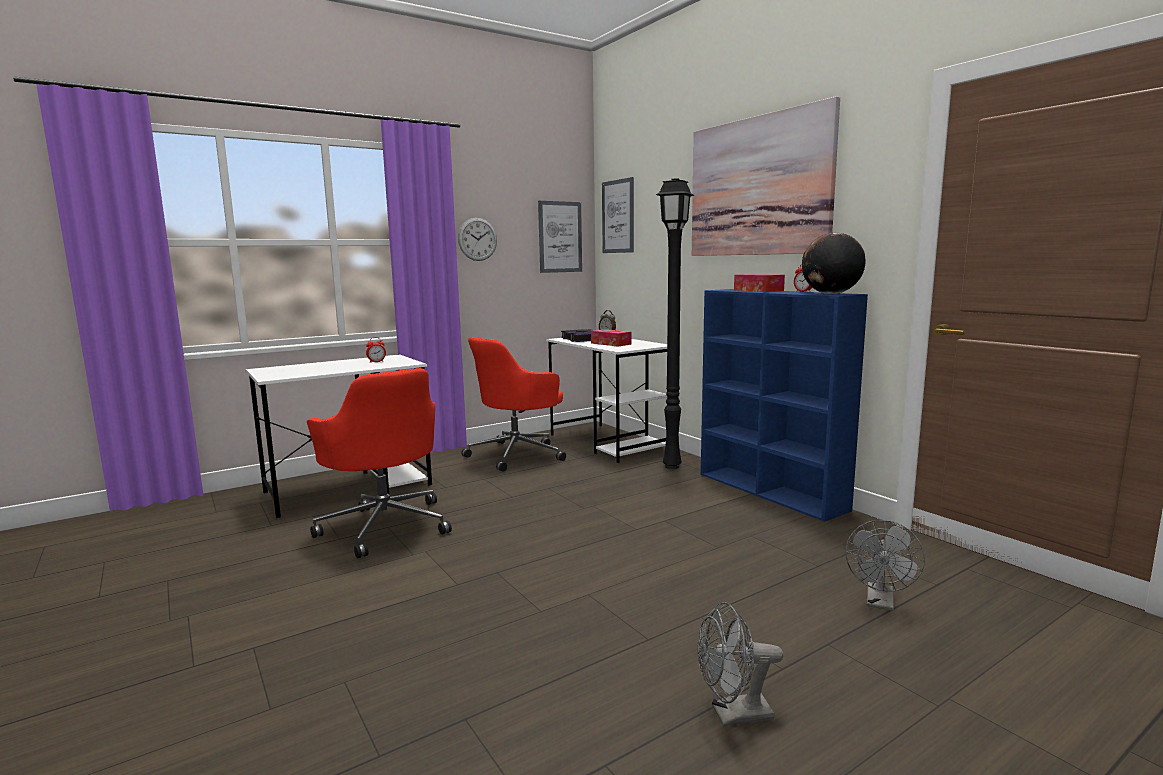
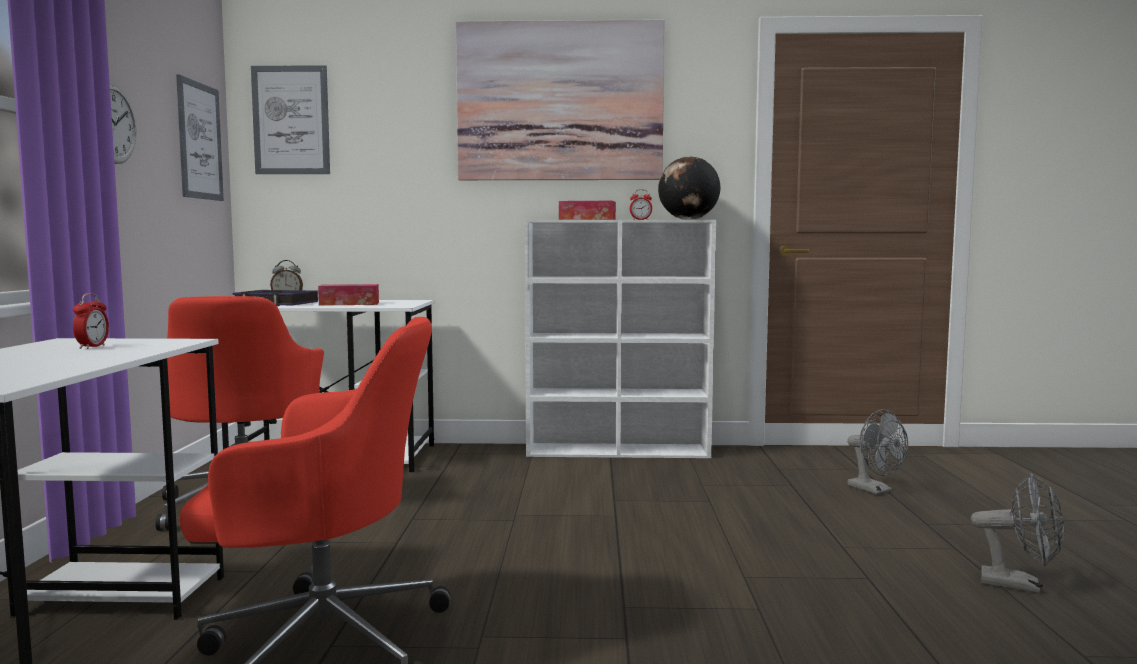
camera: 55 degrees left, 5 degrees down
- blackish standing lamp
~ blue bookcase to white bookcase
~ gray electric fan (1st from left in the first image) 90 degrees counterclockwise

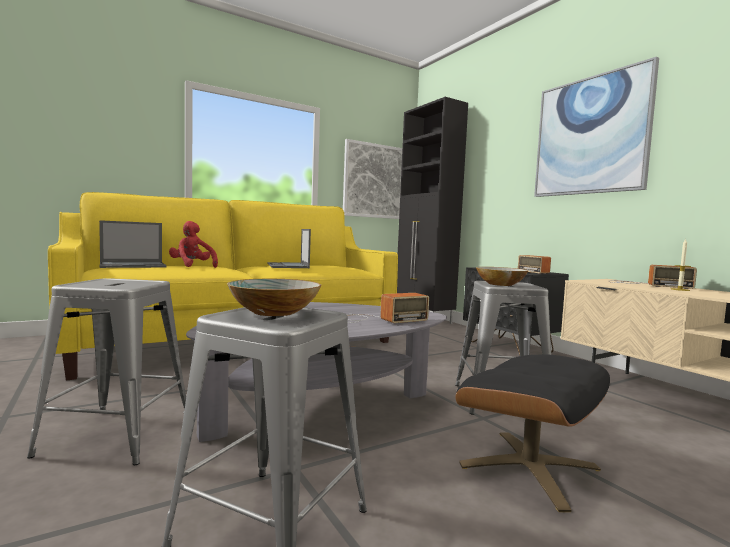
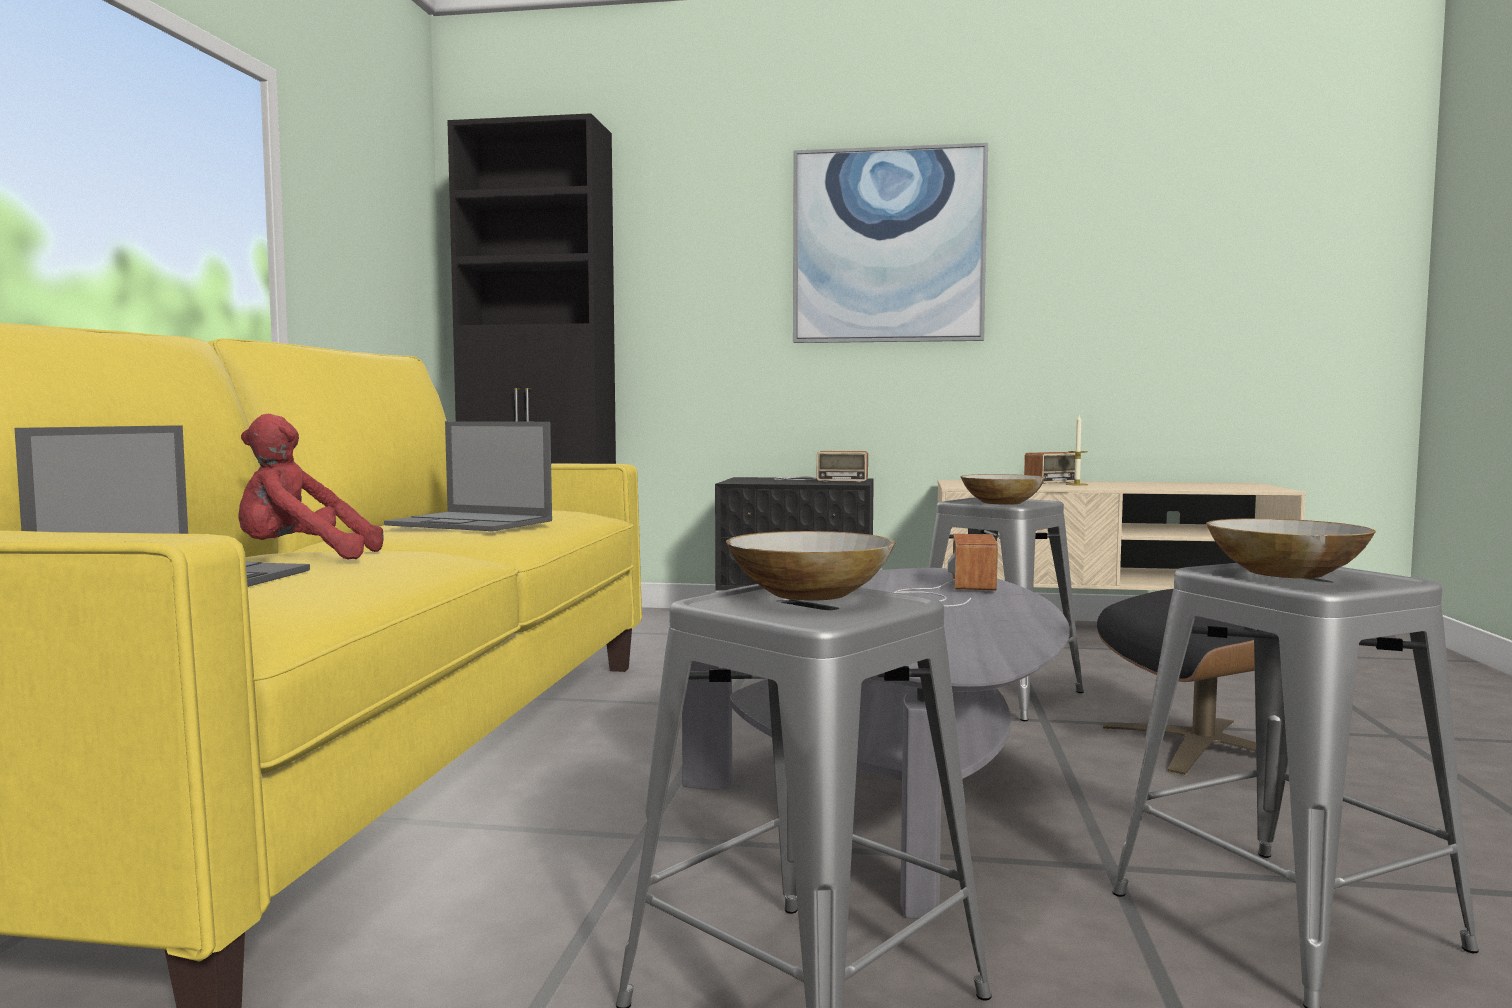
camera: 50 degrees left, 0 degrees up
- wall art (1st from left)
+ serving bowl (1st from left)

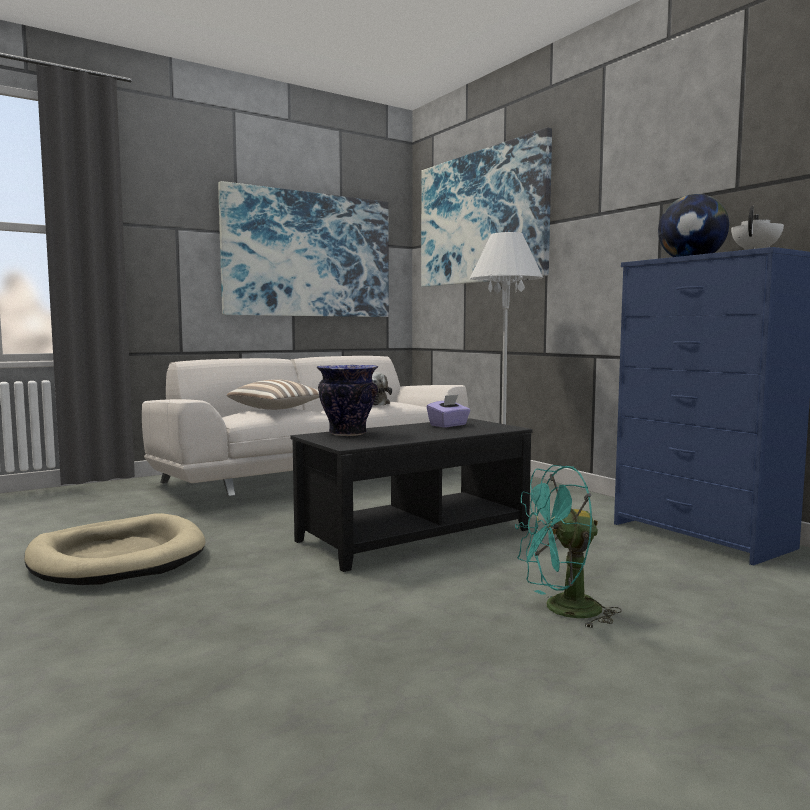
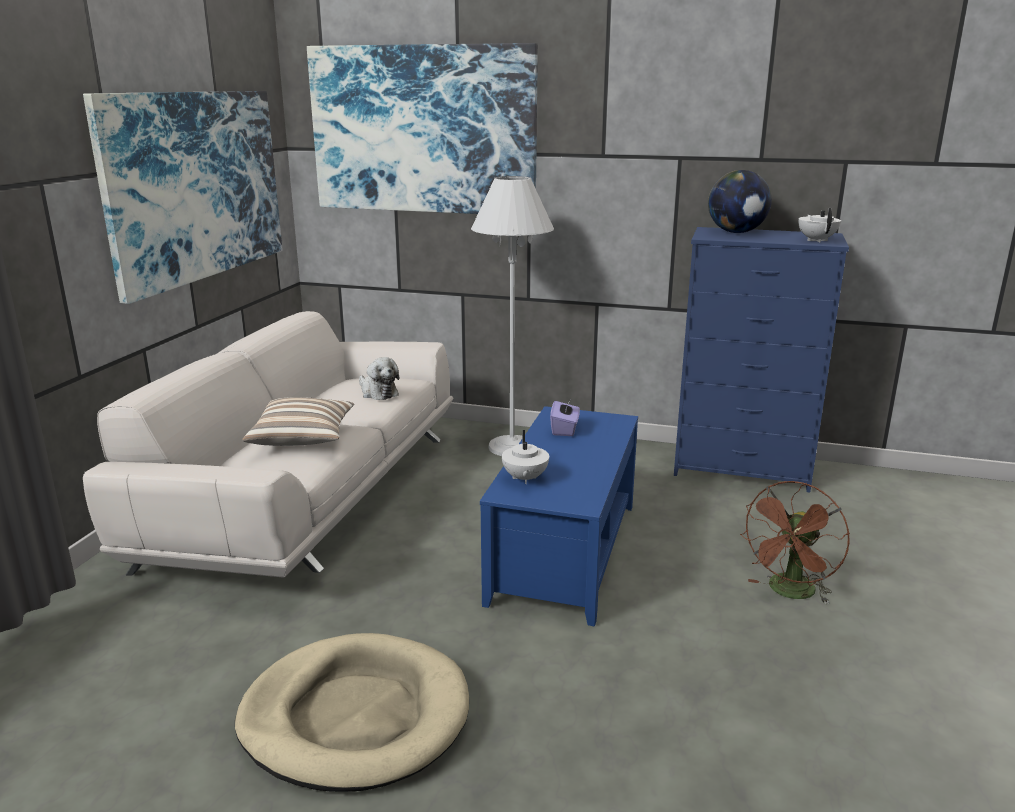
camera: 40 degrees left, 15 degrees up
~ vase to white teapot (1st from left)
~ blackish low table to blue low table
~ turquoise electric fan to brown electric fan

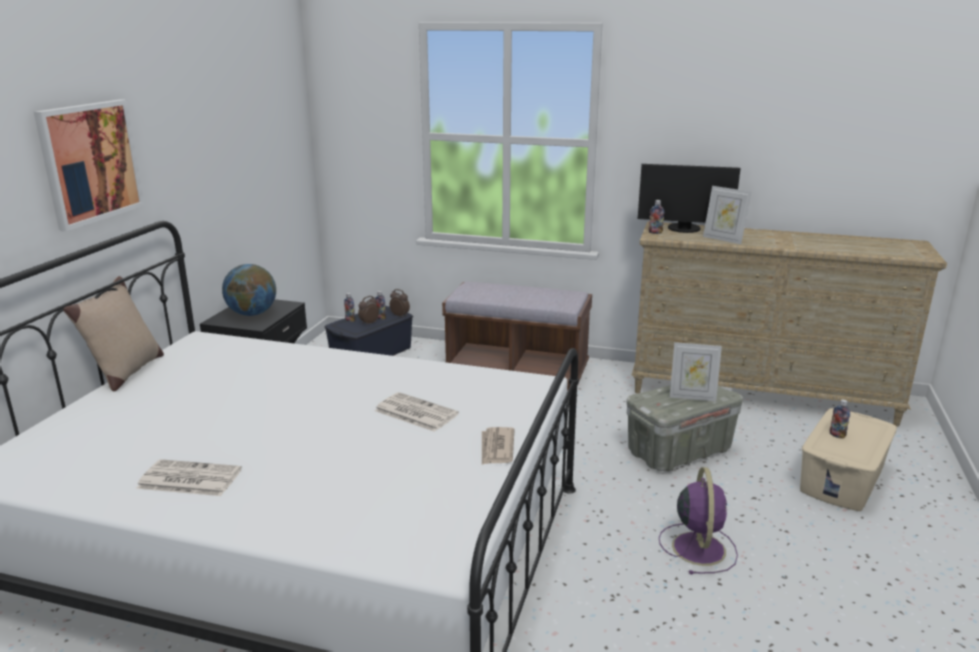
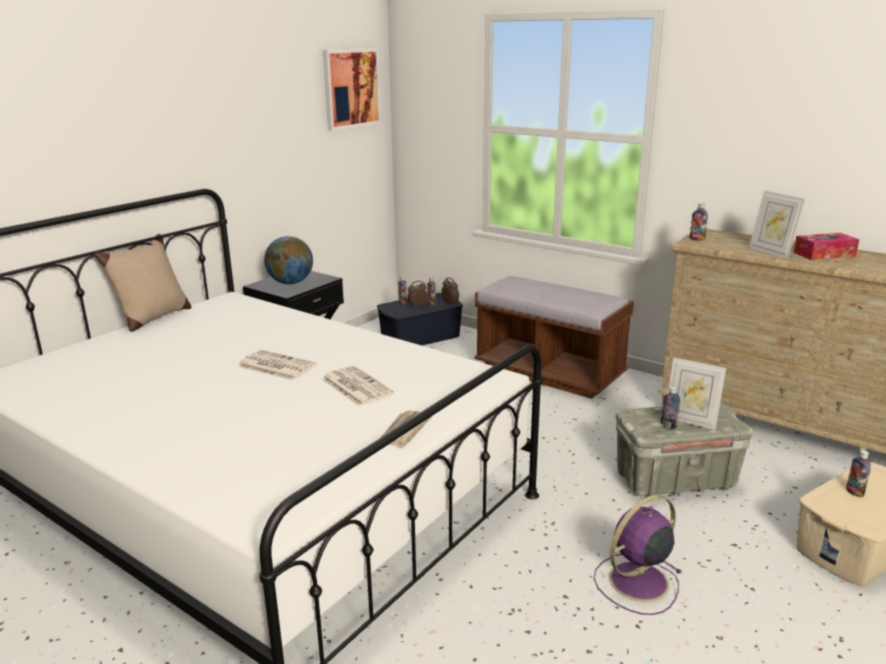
camera: 20 degrees right, 0 degrees up
~ wall art
- monitor
~ daily paper (1st from left)
~ purple-coloured electric fan 150 degrees counterclockwise
+ tissue holder
+ beverage bottle (3rd from left)

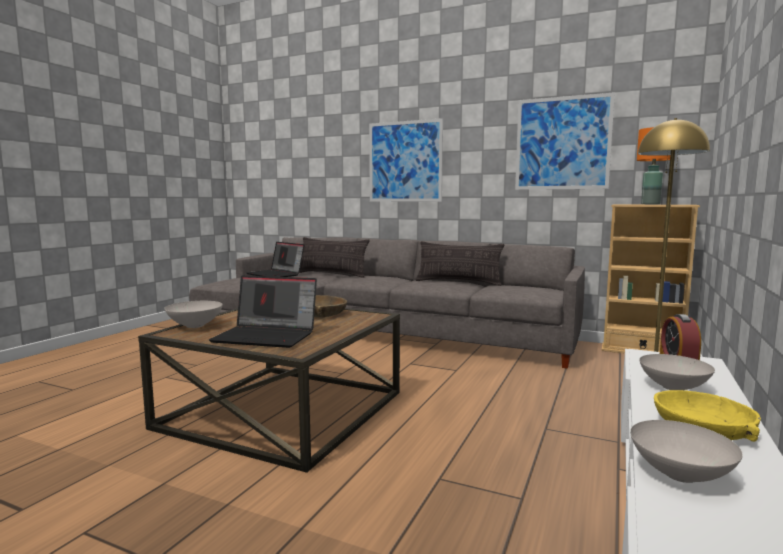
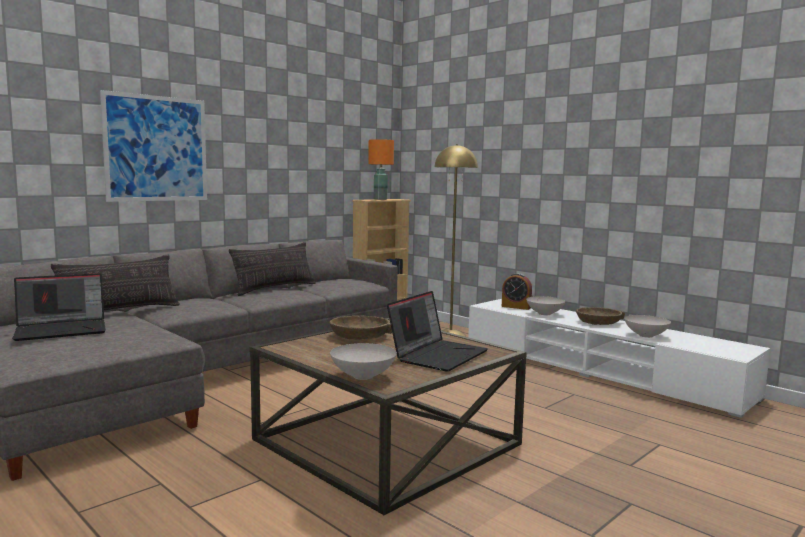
camera: 70 degrees left, 0 degrees up
- wall art (2nd from left)
~ yellowish serving bowl to brown serving bowl (2nd from left)

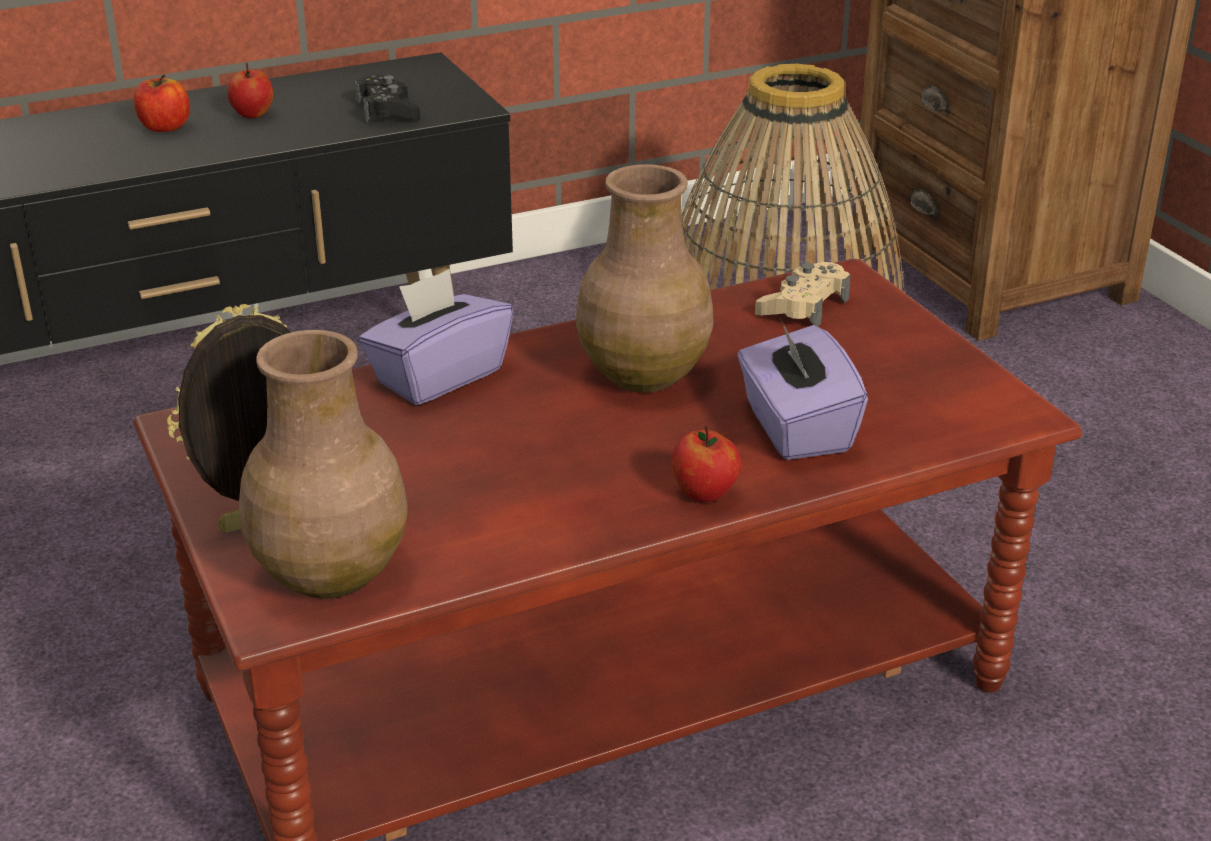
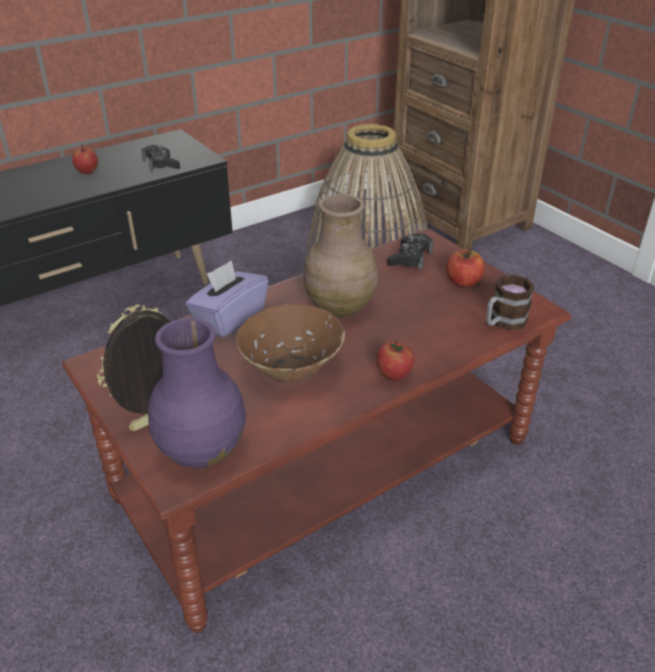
camera: 10 degrees left, 5 degrees up
~ apple (1st from left in the first image) to apple (3rd from left)
~ sand-coloured game controller to blackish game controller (2nd from left)
- purple-coloured tissue holder (2nd from left)
~ brown vase (1st from left) to purple-coloured vase
+ coffee mug
+ brown serving bowl

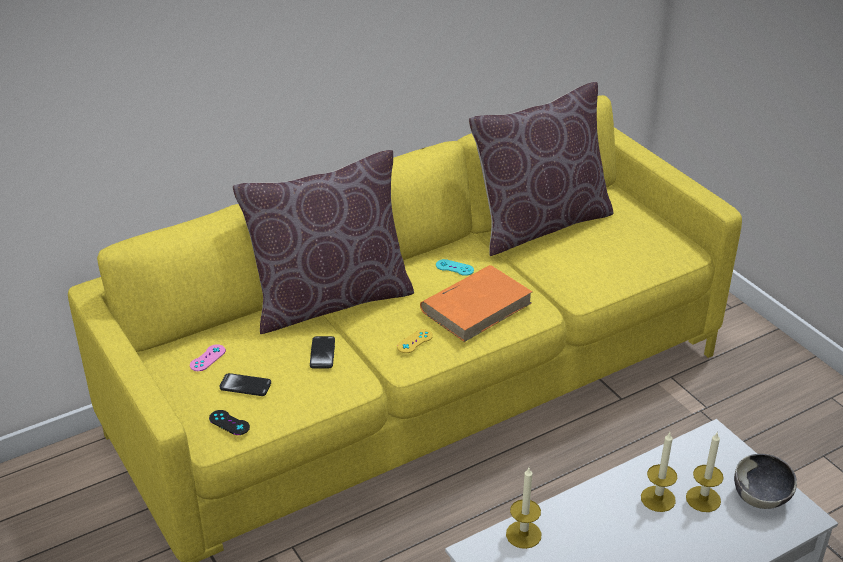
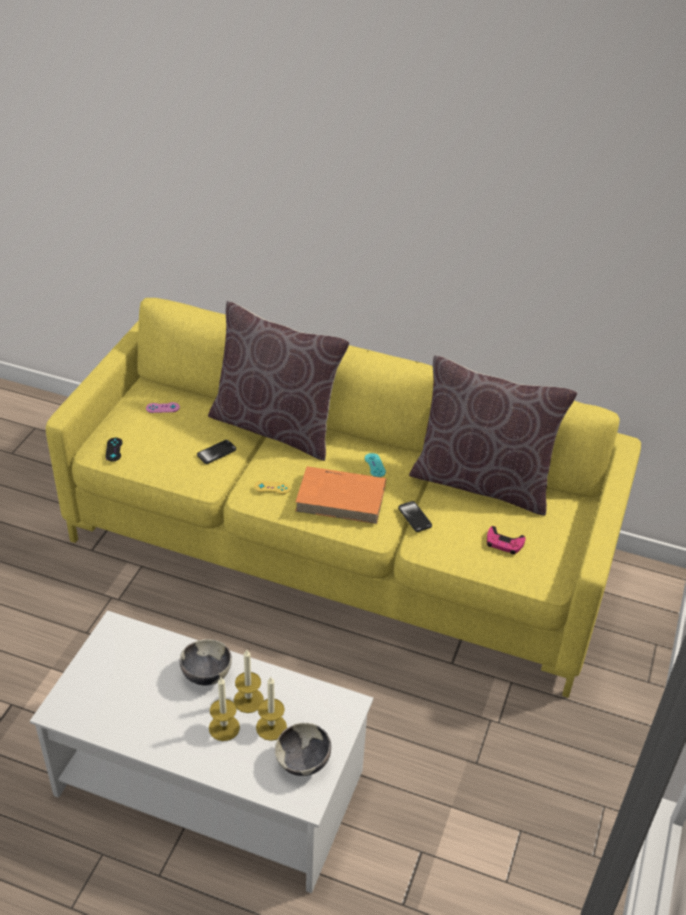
camera: 50 degrees right, 5 degrees up
~ handset (1st from left in the first image) to handset (2nd from left)
~ wax light (1st from left)
+ pink game controller (2nd from left)
+ serving bowl (1st from left)

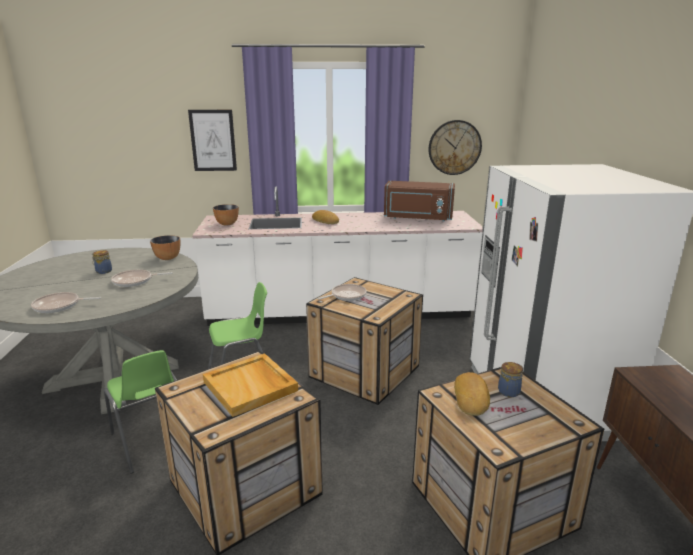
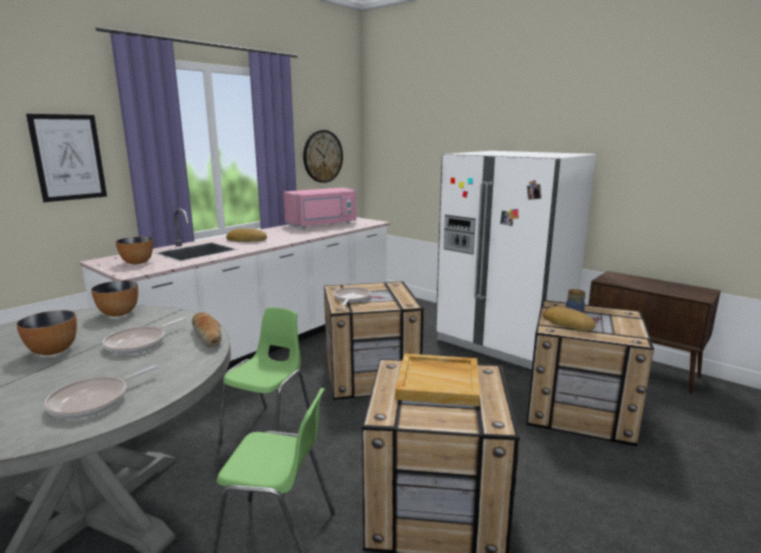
camera: 45 degrees left, 5 degrees down
~ brown microwave to pink microwave
~ preserve jar (1st from left) to serving bowl (1st from left)
+ bread (1st from left)

